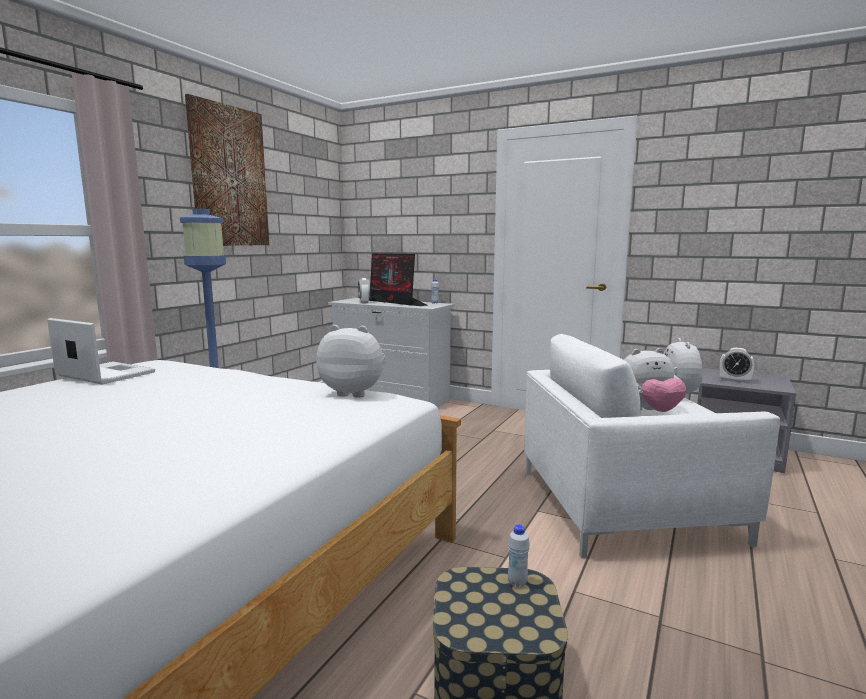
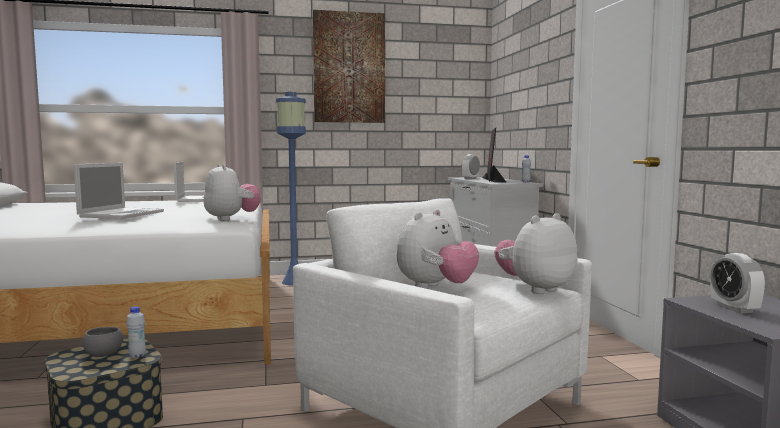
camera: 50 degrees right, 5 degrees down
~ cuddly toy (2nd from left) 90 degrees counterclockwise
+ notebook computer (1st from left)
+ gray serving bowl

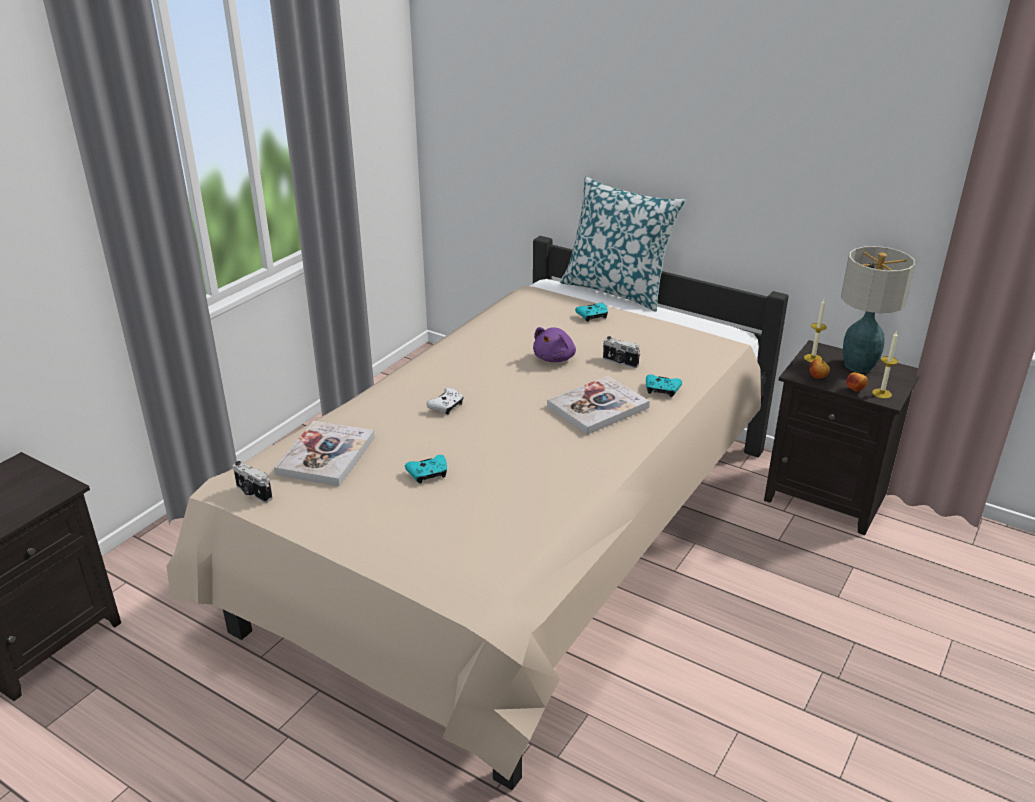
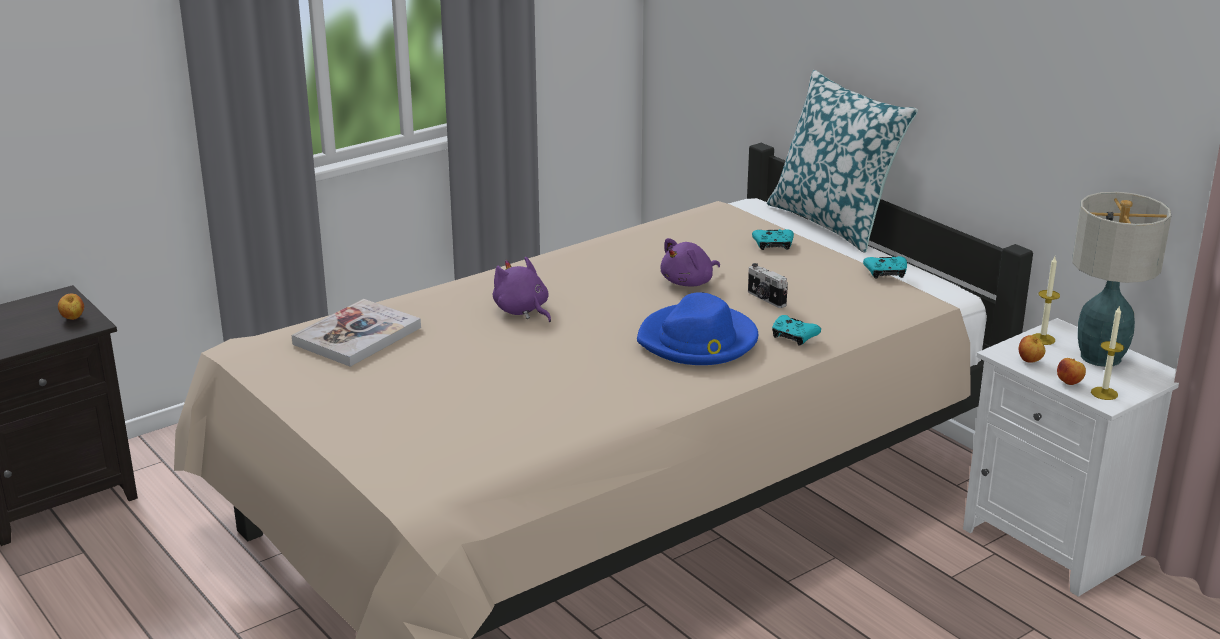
camera: 20 degrees right, 5 degrees down
~ blackish night table (2nd from left) to white night table
~ bound book (2nd from left) to blue hat
~ white game controller to purple-coloured cuddly toy (1st from left)
~ turquoise game controller (1st from left in the first image) to turquoise game controller (3rd from left)
- photo camera (1st from left)
+ apple (1st from left)

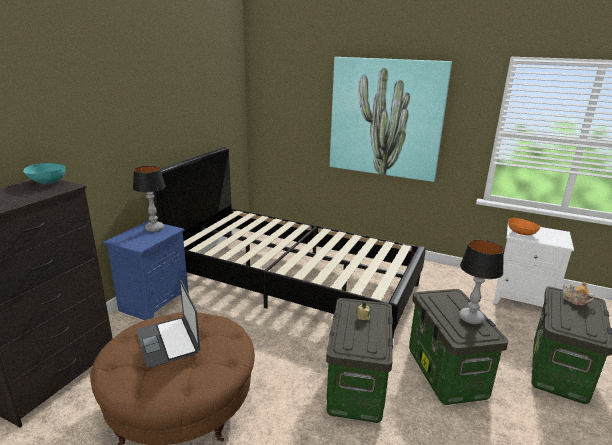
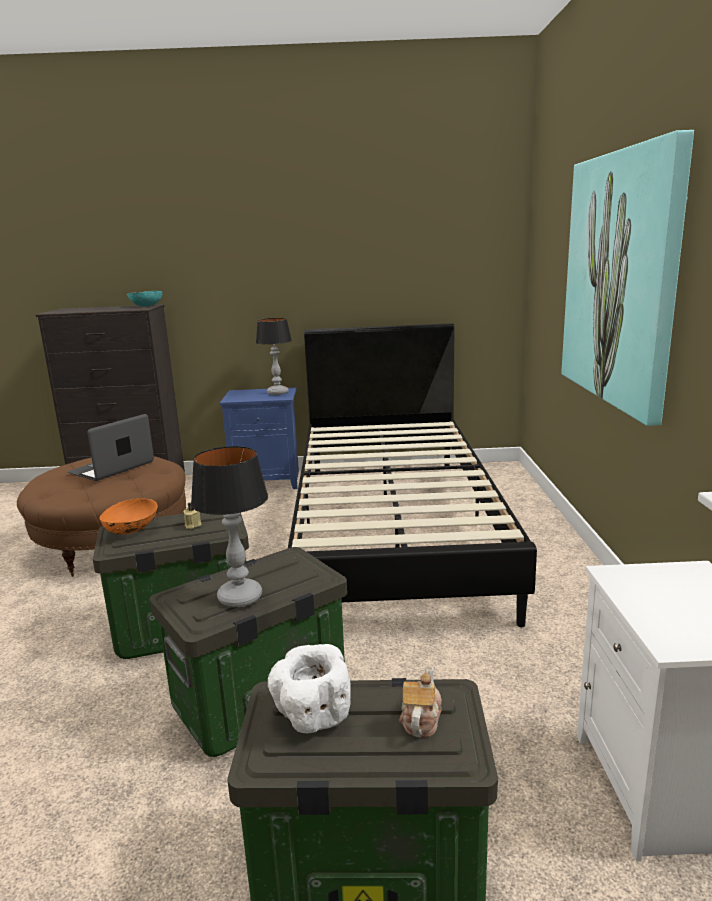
camera: 65 degrees right, 5 degrees down
~ orange-coloured serving bowl
+ white serving bowl

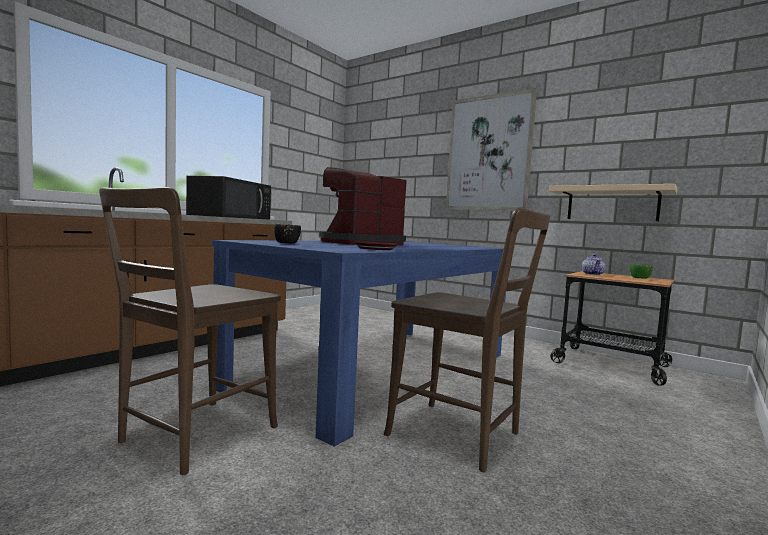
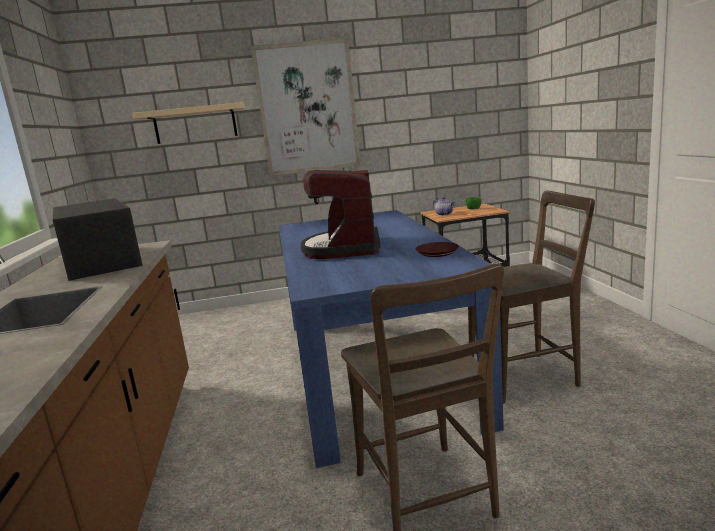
camera: 45 degrees left, 10 degrees up
~ sand-coloured wall shelf
- blackish serving bowl

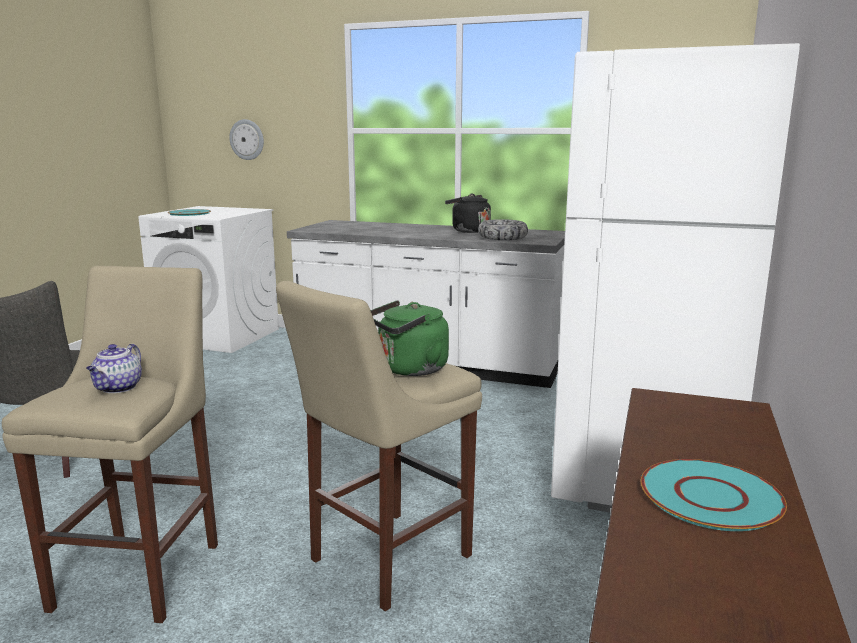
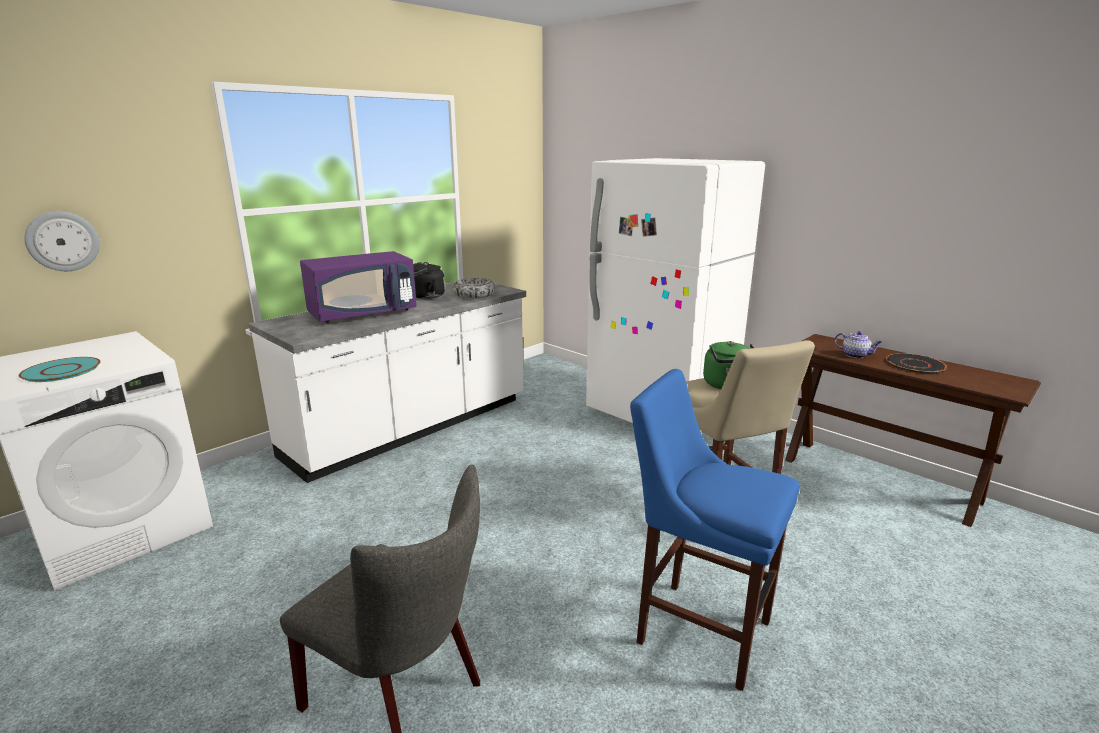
camera: 65 degrees left, 5 degrees up
~ sand-coloured sitting stool (1st from left) to blue sitting stool
~ teapot
~ turquoise dinner plate (2nd from left) to blackish dinner plate
+ purple-coloured microwave

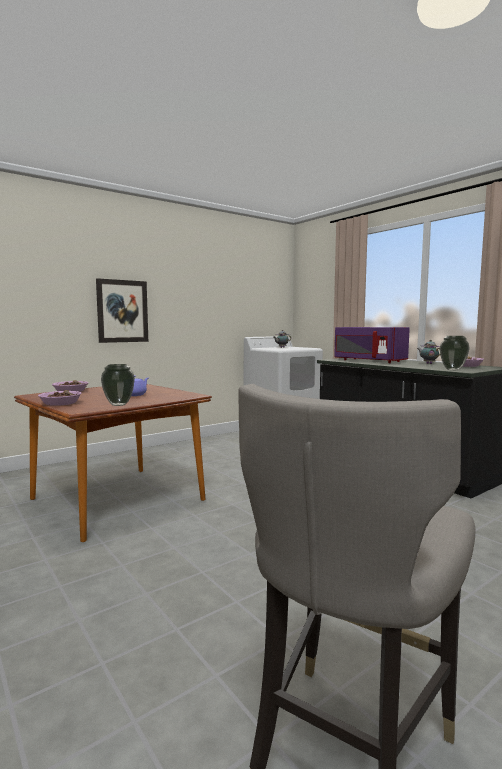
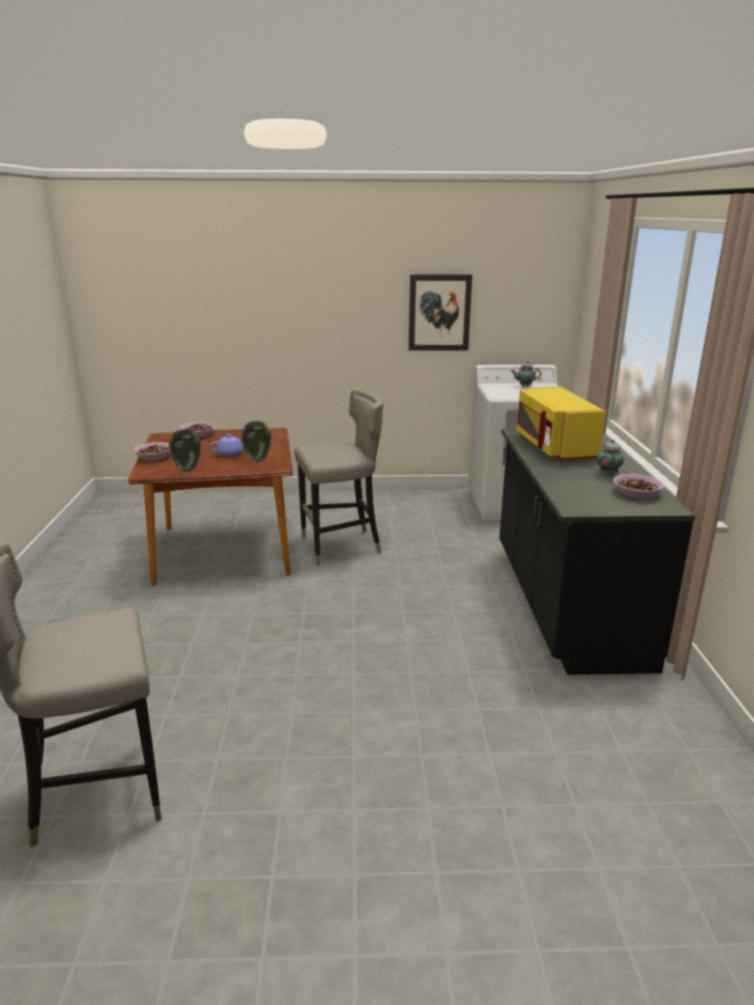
camera: 35 degrees right, 15 degrees up
~ wall art
~ purple-coloured microwave to yellowish microwave
~ vase (2nd from left)
+ gray sitting stool (2nd from left)

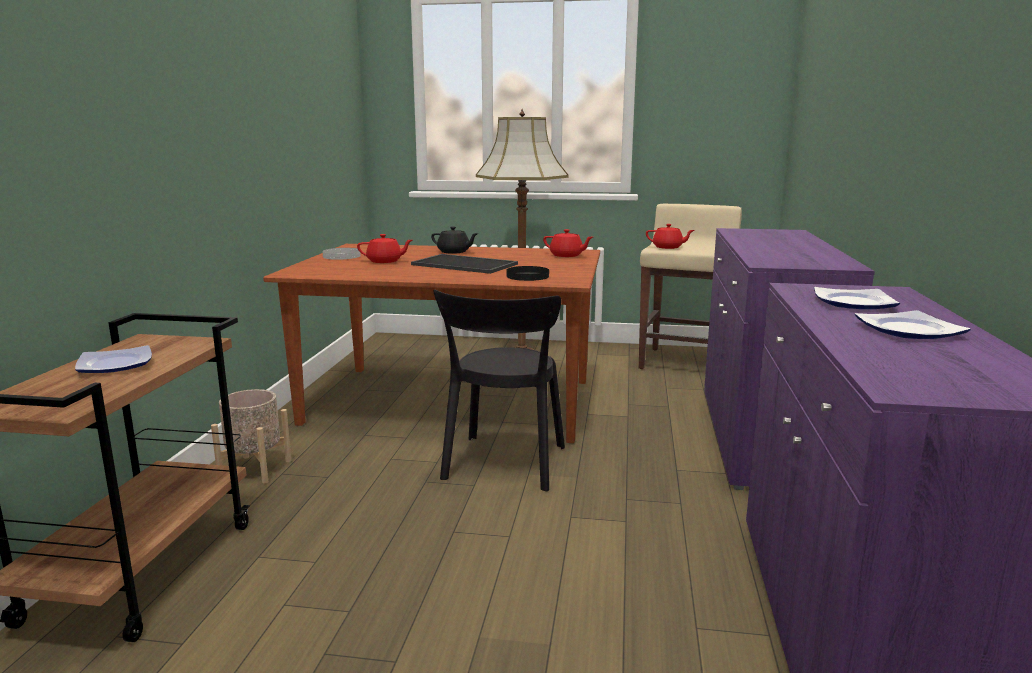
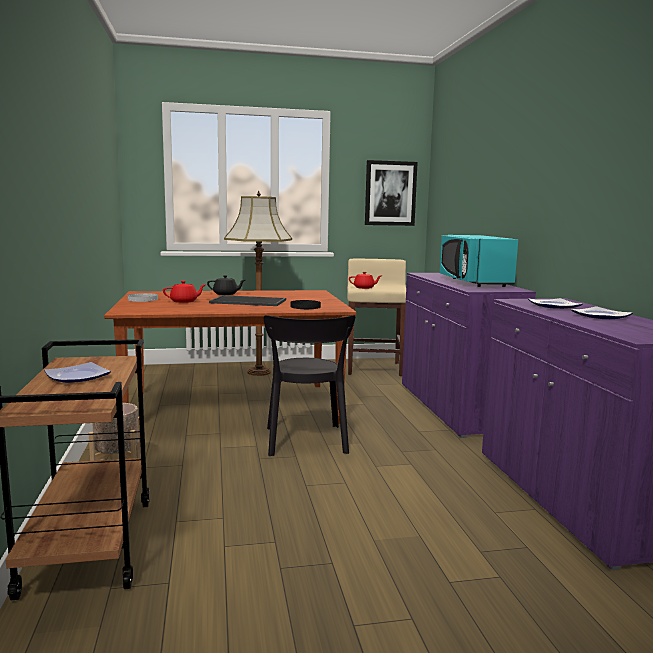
camera: 20 degrees left, 5 degrees down
- reddish teapot (2nd from left)
+ wall art
+ turquoise microwave

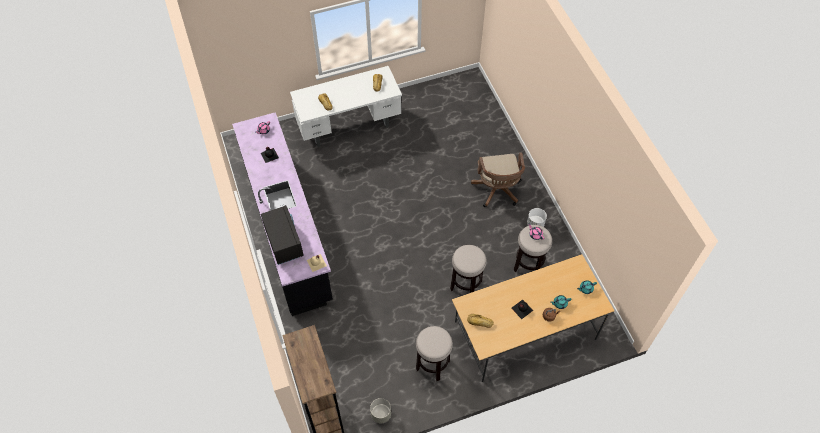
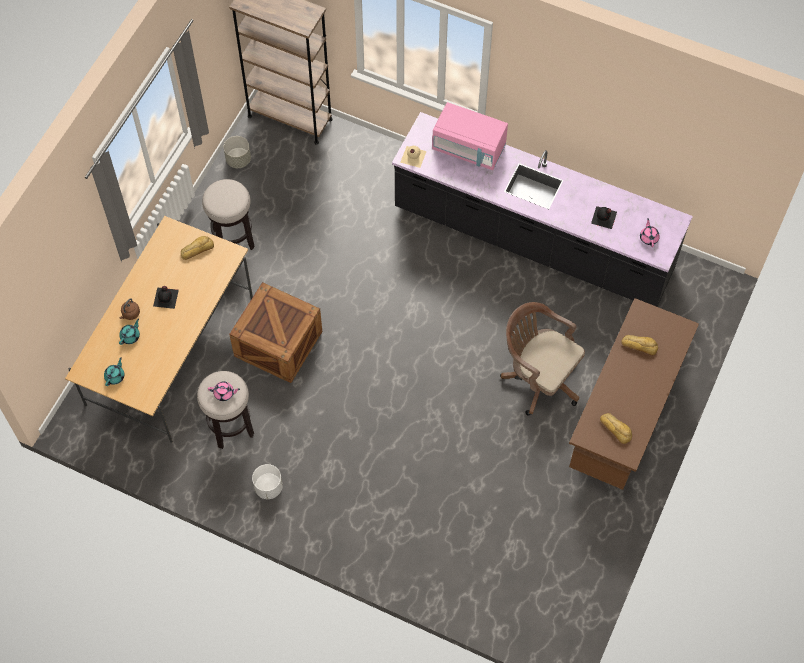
camera: 135 degrees right, 5 degrees up
~ white desk to brown desk
~ brown computer chair
~ blackish microwave to pink microwave
~ sitting stool (2nd from left) to shipping crate

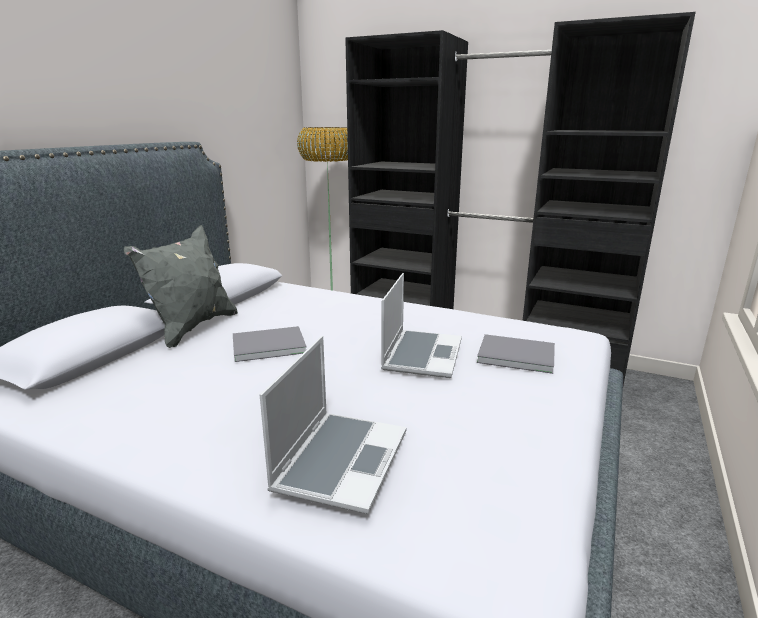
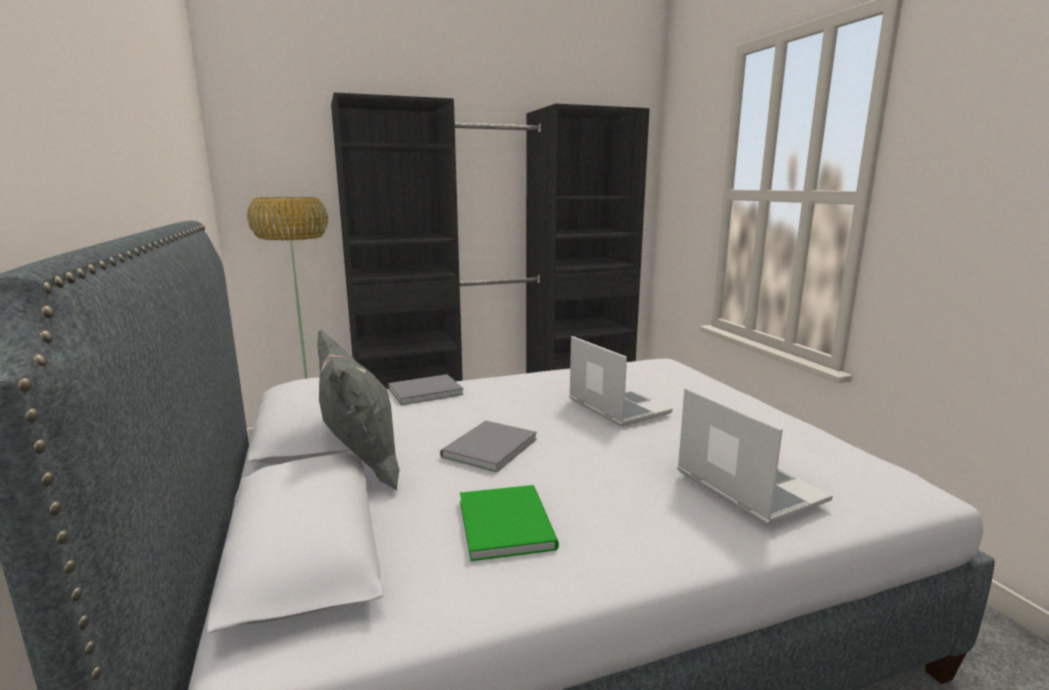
camera: 45 degrees left, 5 degrees down
~ gray bound book (2nd from left in the first image) to gray bound book (1st from left)
+ green bound book

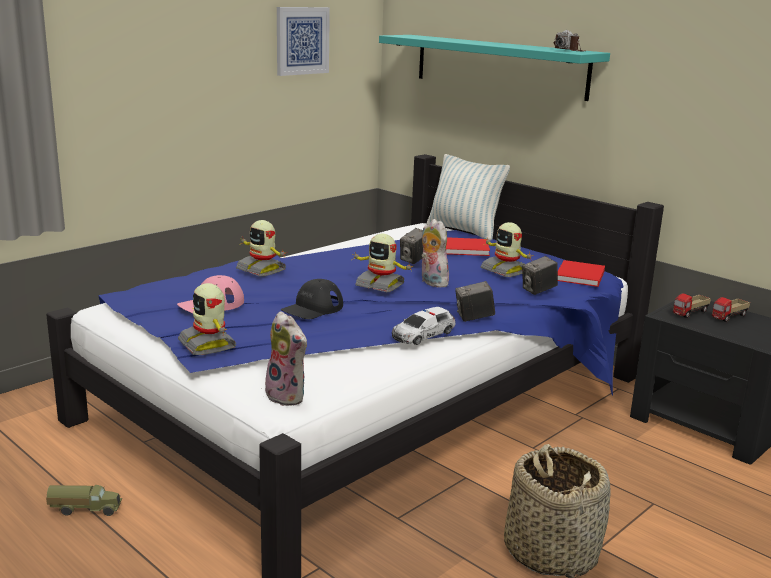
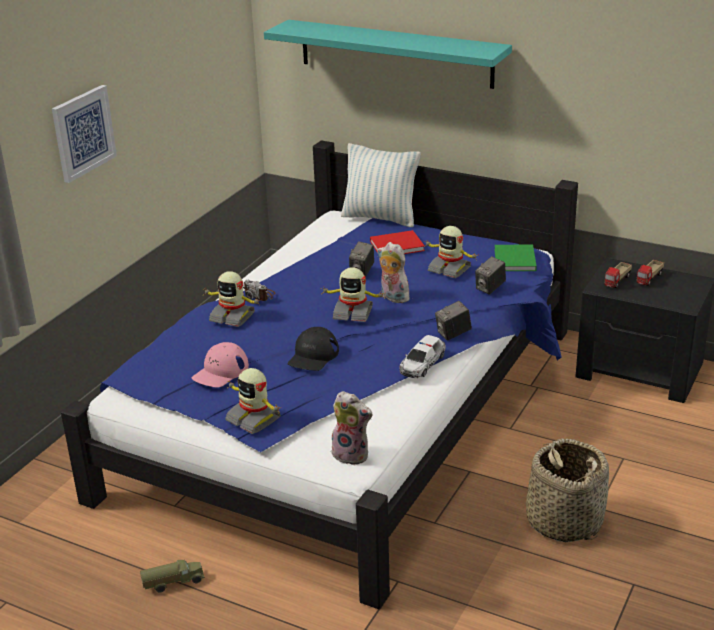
camera: 15 degrees left, 10 degrees up
~ wall art
~ photo camera (4th from left in the first image) to photo camera (1st from left)
~ reddish bound book (2nd from left) to green bound book

